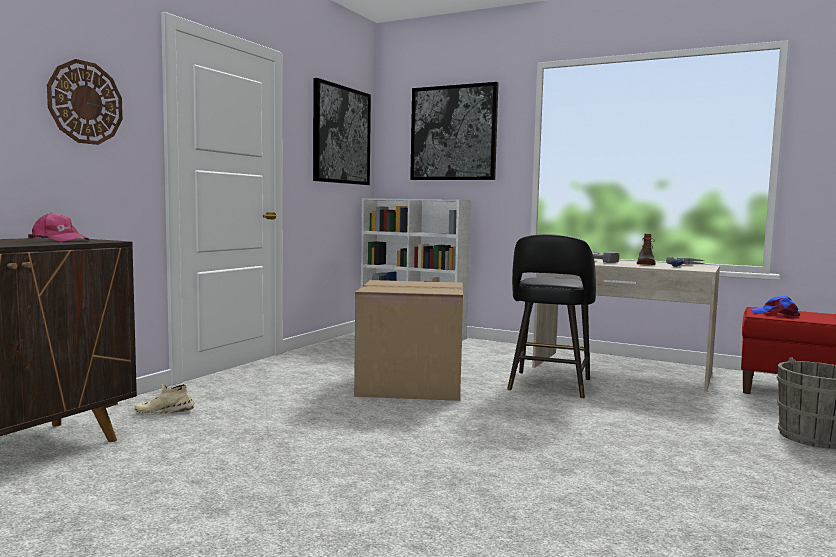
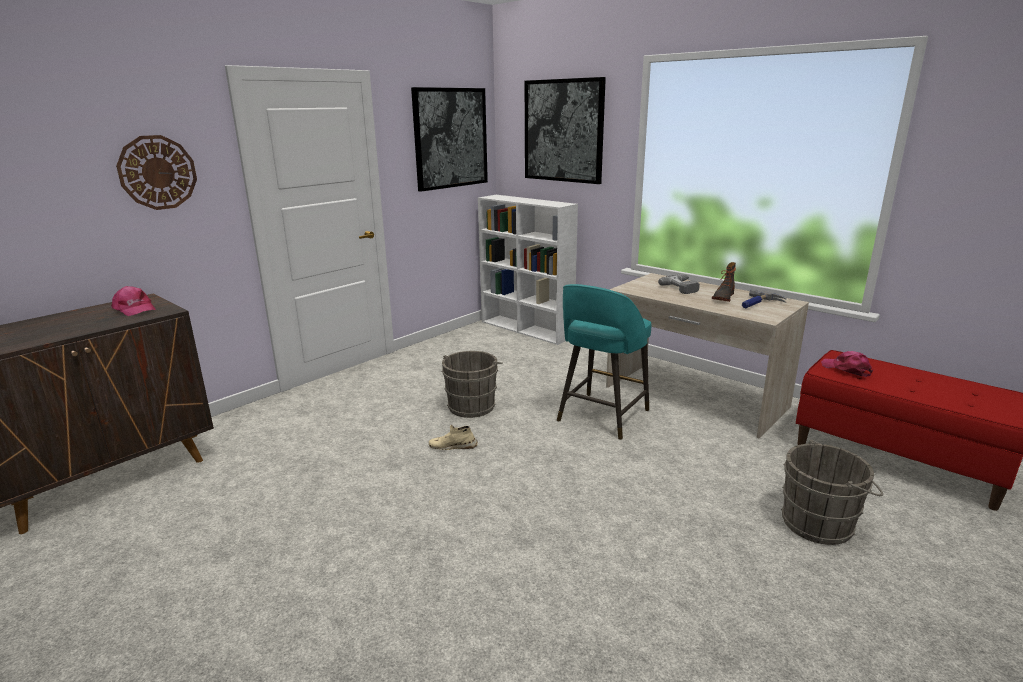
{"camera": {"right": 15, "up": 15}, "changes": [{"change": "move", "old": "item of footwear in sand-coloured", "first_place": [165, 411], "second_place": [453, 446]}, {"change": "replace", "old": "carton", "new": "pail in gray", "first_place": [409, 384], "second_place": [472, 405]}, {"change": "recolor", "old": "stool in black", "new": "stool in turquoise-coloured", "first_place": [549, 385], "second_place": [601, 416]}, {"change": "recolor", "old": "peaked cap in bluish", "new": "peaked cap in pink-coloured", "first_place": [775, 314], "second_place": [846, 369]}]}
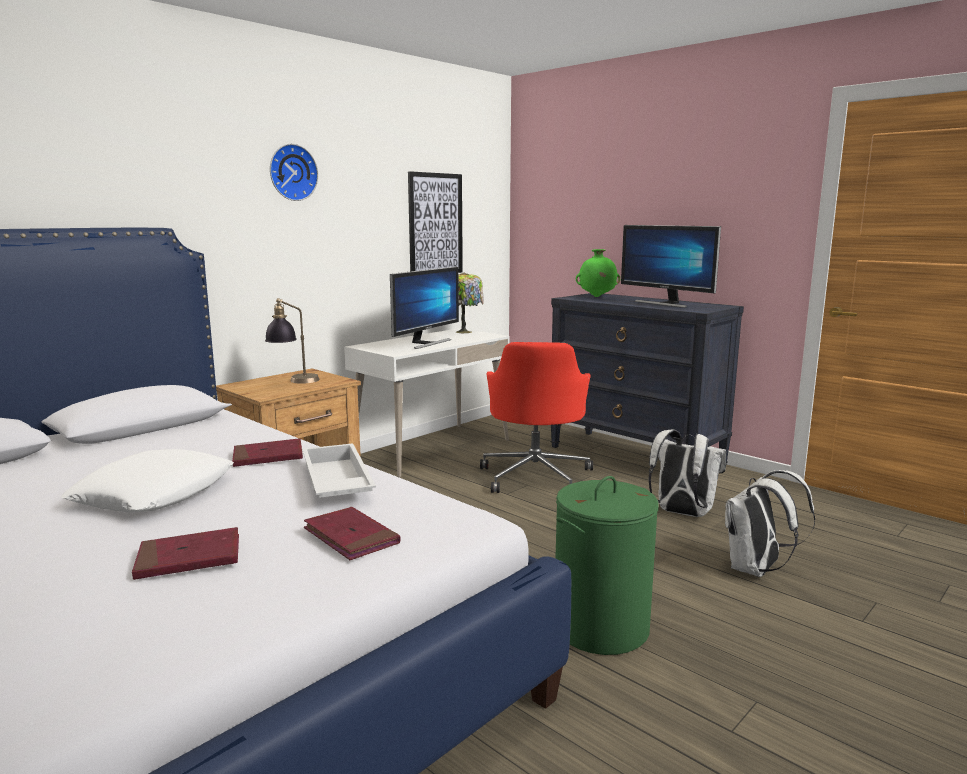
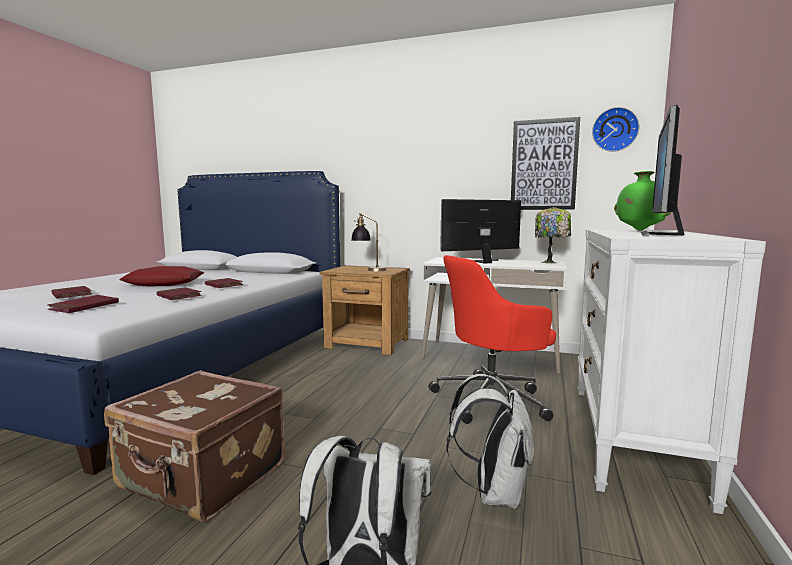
{"camera": {"right": 65, "up": -5}, "changes": [{"change": "move", "old": "wall clock", "first_place": [292, 172], "second_place": [614, 130]}, {"change": "replace", "old": "tray in white-coloured", "new": "bound book in reddish", "first_place": [335, 482], "second_place": [179, 296]}, {"change": "replace", "old": "hamper in greenish", "new": "travel case in brown-coloured", "first_place": [601, 627], "second_place": [202, 478]}, {"change": "recolor", "old": "cushion in white-coloured", "new": "cushion in reddish", "first_place": [155, 493], "second_place": [164, 283]}, {"change": "recolor", "old": "chest of drawers in black", "new": "chest of drawers in white-coloured", "first_place": [635, 457], "second_place": [633, 438]}, {"change": "rotate", "old": "monitor", "first_place": [425, 343], "second_place": [481, 262], "degrees": 150}]}
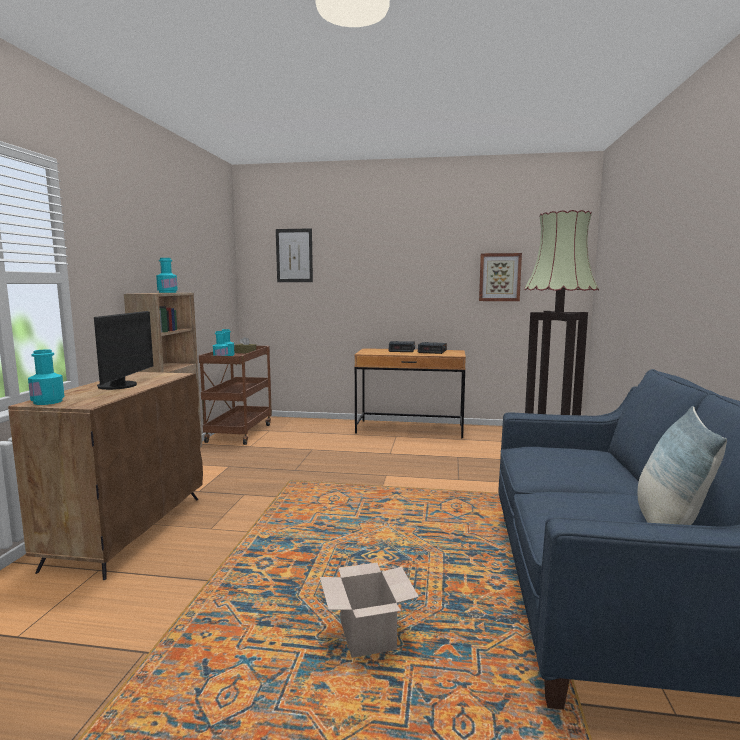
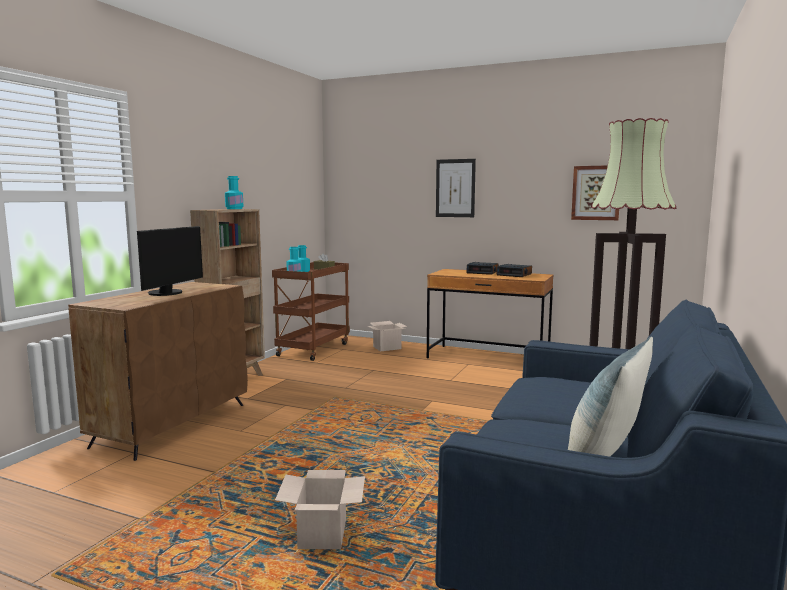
{"camera": {"right": 15, "up": 0}, "changes": [{"change": "delete", "old": "drink bottle in turquoise-coloured", "first_place": [48, 402]}, {"change": "insert", "new": "carton", "second_place": [386, 348]}, {"change": "move", "old": "picture", "first_place": [294, 255], "second_place": [455, 188]}]}
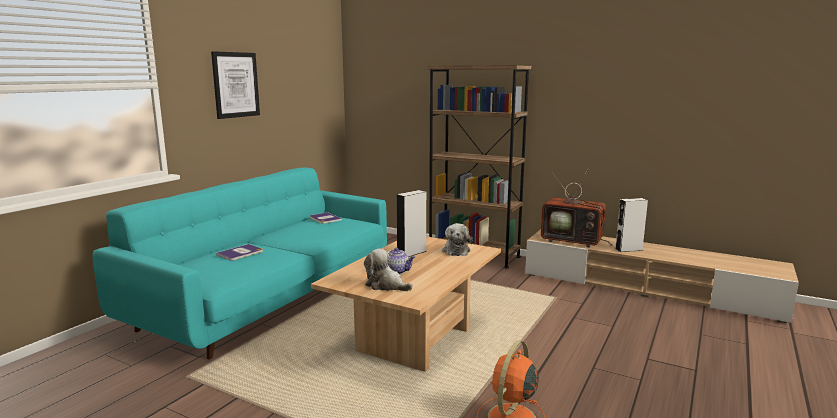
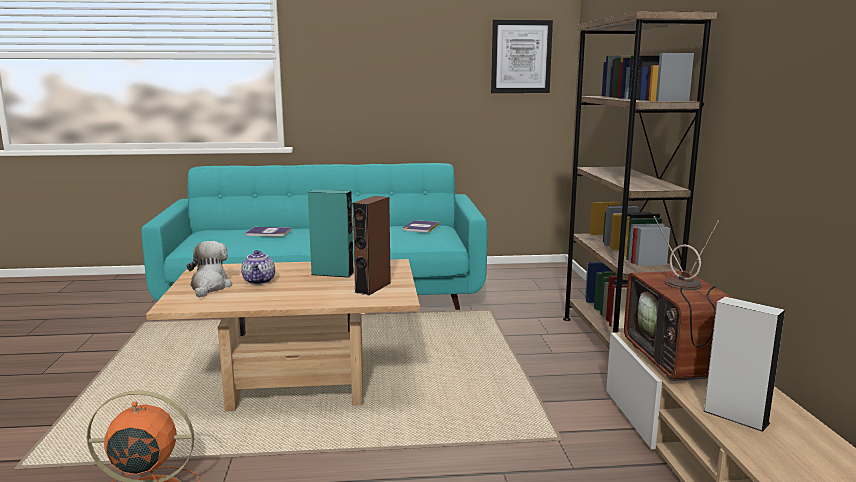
{"camera": {"right": 55, "up": 0}, "changes": [{"change": "move", "old": "picture", "first_place": [236, 85], "second_place": [521, 57]}, {"change": "replace", "old": "soft toy", "new": "audio speaker in brown-coloured", "first_place": [456, 250], "second_place": [373, 287]}, {"change": "recolor", "old": "audio speaker in gray", "new": "audio speaker in turquoise-coloured", "first_place": [411, 253], "second_place": [332, 273]}]}
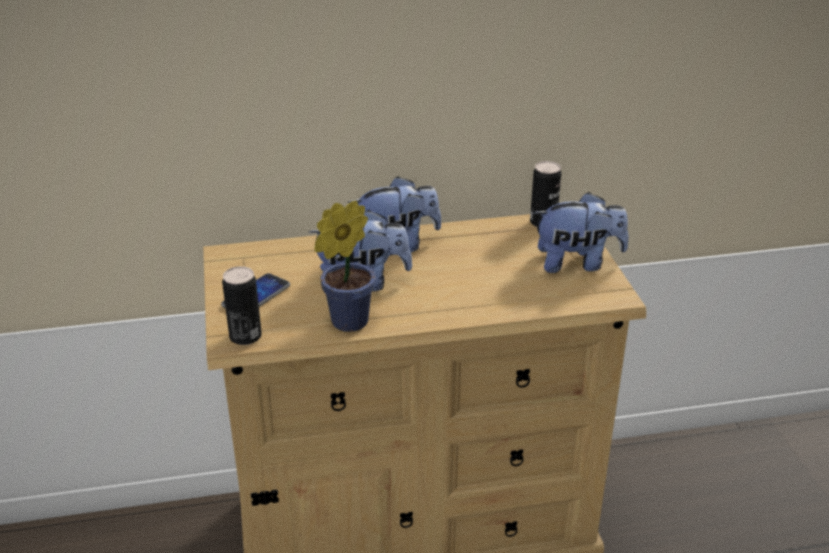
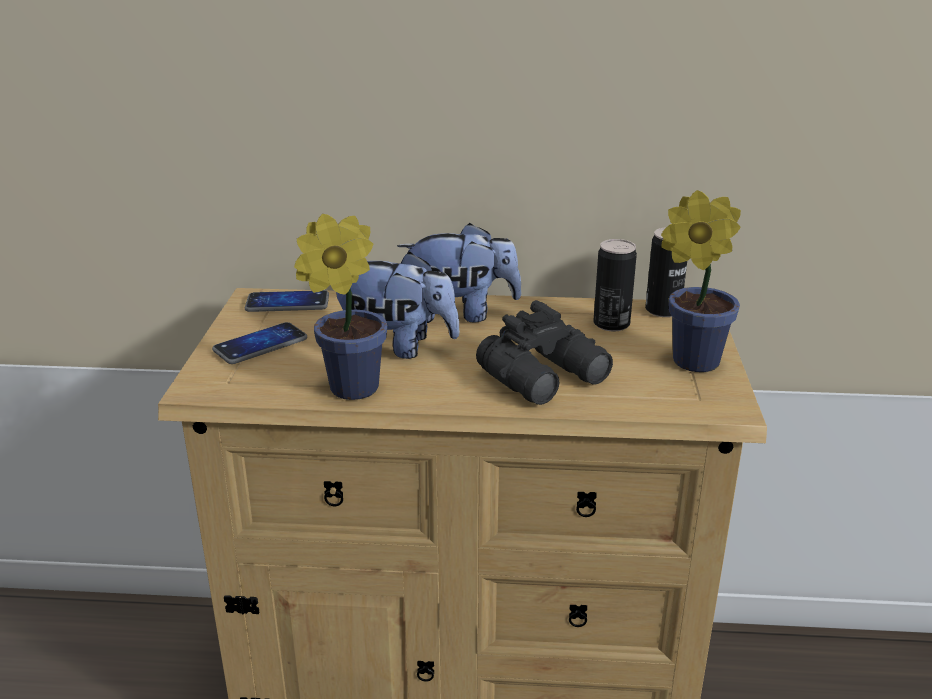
{"camera": {"right": 15, "up": -5}, "changes": [{"change": "insert", "new": "telephone", "second_place": [287, 303]}, {"change": "insert", "new": "binoculars in black", "second_place": [547, 377]}, {"change": "move", "old": "can", "first_place": [245, 336], "second_place": [611, 324]}, {"change": "replace", "old": "soft toy", "new": "houseplant", "first_place": [577, 263], "second_place": [689, 361]}]}
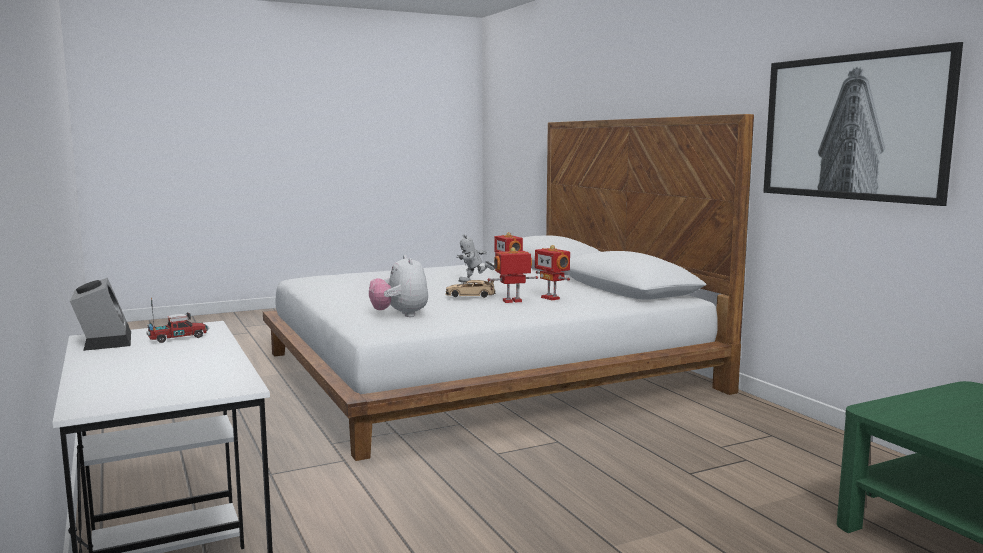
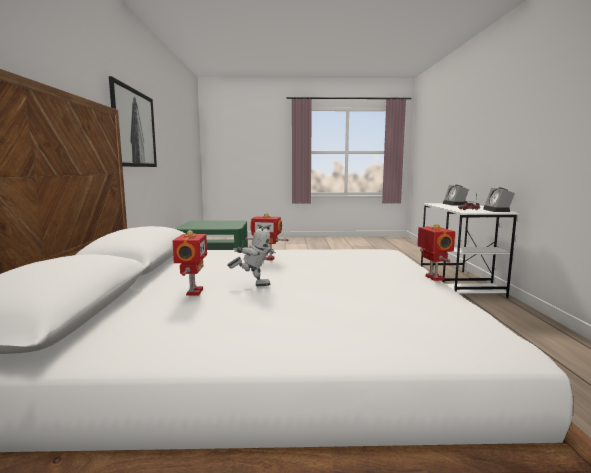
{"camera": {"right": -155, "up": 0}, "changes": [{"change": "delete", "old": "soft toy", "first_place": [400, 315]}, {"change": "delete", "old": "model car in sand-coloured", "first_place": [470, 295]}, {"change": "insert", "new": "table clock", "second_place": [455, 204]}, {"change": "move", "old": "robot figure", "first_place": [551, 298], "second_place": [433, 278]}]}
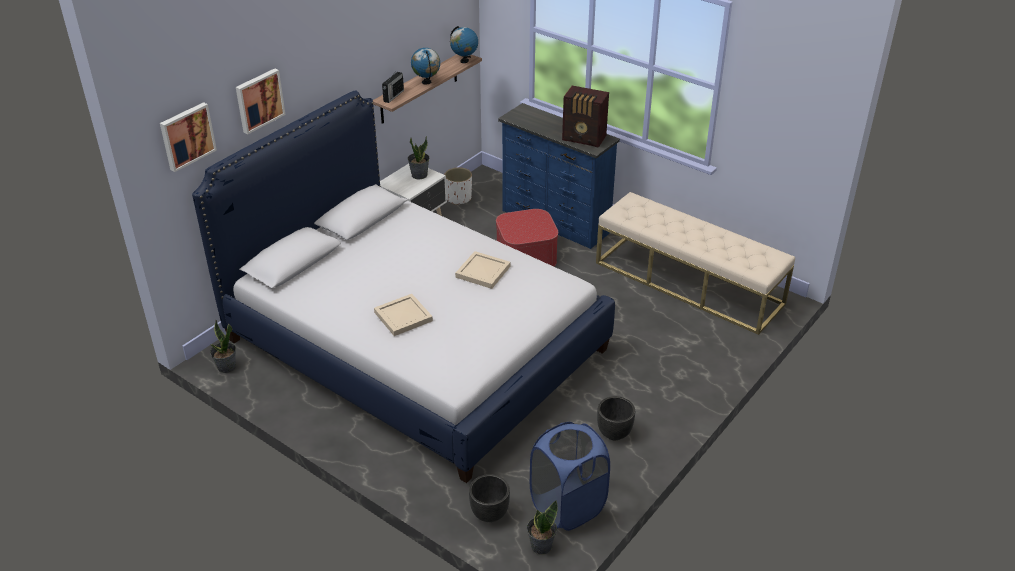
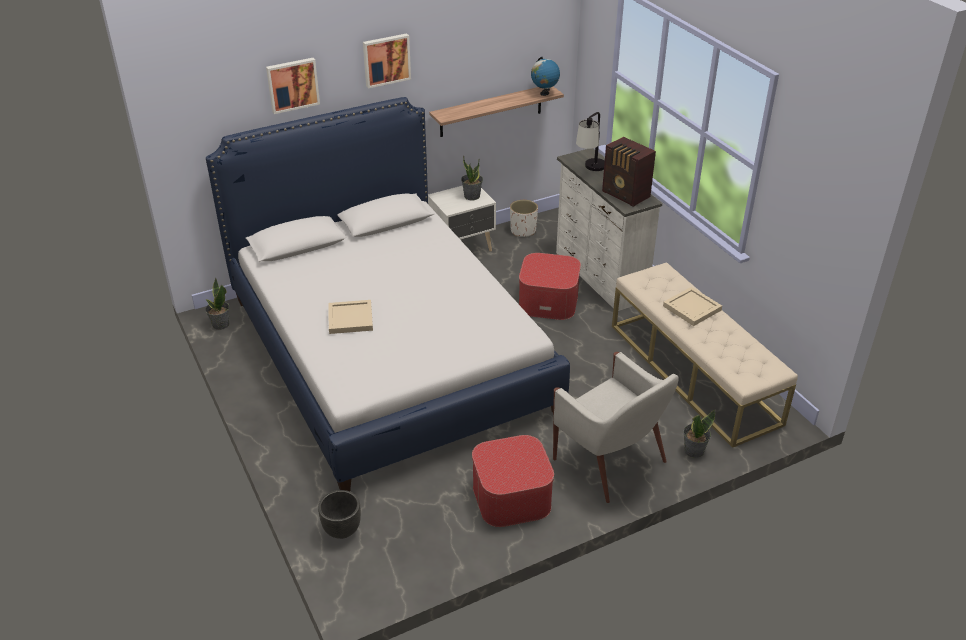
{"camera": {"right": 25, "up": 0}, "changes": [{"change": "delete", "old": "radio receiver", "first_place": [393, 96]}, {"change": "delete", "old": "world globe", "first_place": [426, 82]}, {"change": "delete", "old": "hamper in bluish", "first_place": [567, 506]}, {"change": "insert", "new": "easy chair in white-coloured", "second_place": [611, 462]}, {"change": "insert", "new": "lamp for a table", "second_place": [590, 170]}, {"change": "move", "old": "picture", "first_place": [186, 136], "second_place": [386, 60]}, {"change": "move", "old": "tray in sand-coloured", "first_place": [483, 272], "second_place": [692, 309]}, {"change": "move", "old": "houseplant", "first_place": [541, 545], "second_place": [693, 450]}, {"change": "replace", "old": "flower pot in black", "new": "pouffe", "first_place": [614, 434], "second_place": [511, 497]}, {"change": "recolor", "old": "chest of drawers in bluish", "new": "chest of drawers in white-coloured", "first_place": [555, 222], "second_place": [599, 277]}]}
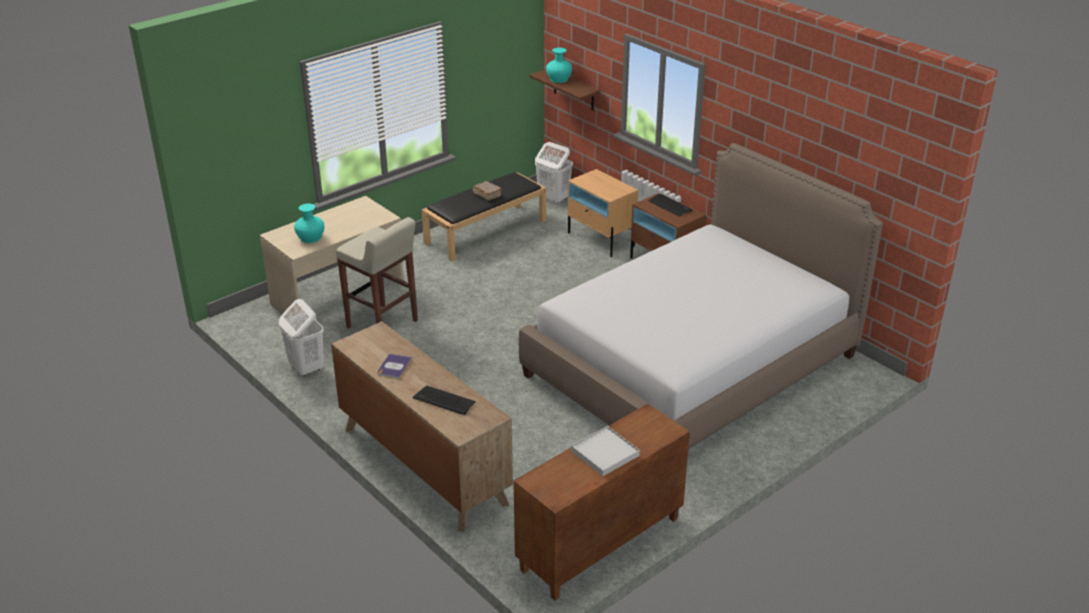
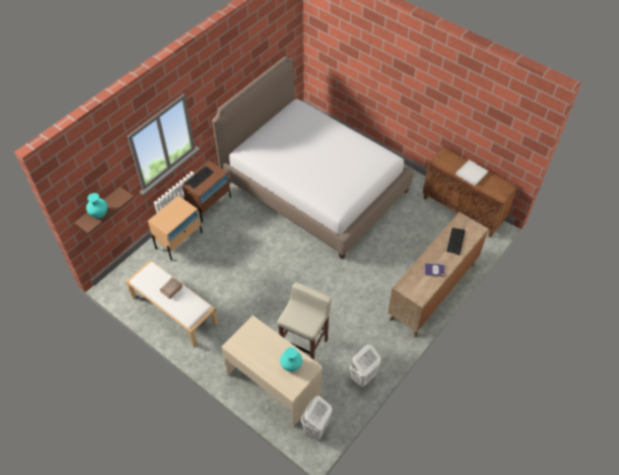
{"camera": {"right": -100, "up": 20}, "changes": [{"change": "move", "old": "hamper in white-coloured", "first_place": [553, 199], "second_place": [316, 429]}, {"change": "recolor", "old": "long seat in black", "new": "long seat in white-coloured", "first_place": [486, 231], "second_place": [173, 309]}]}
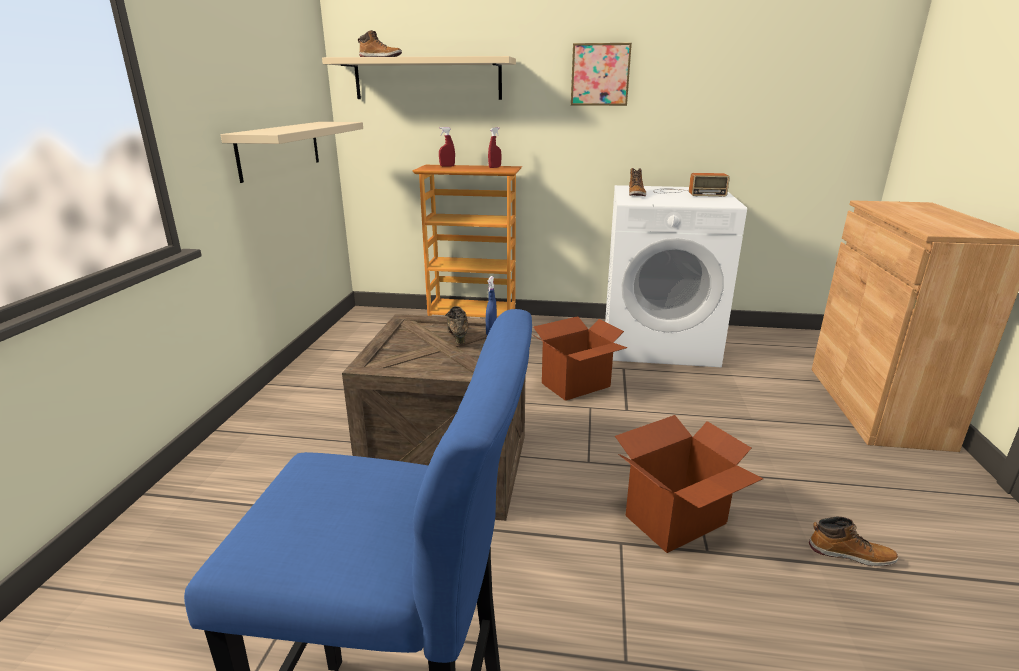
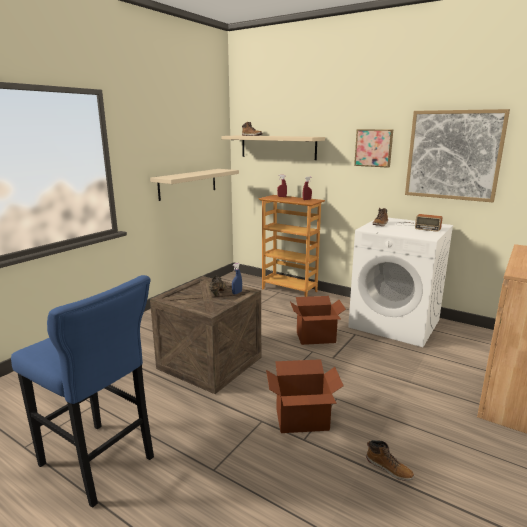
{"camera": {"right": 25, "up": -5}, "changes": [{"change": "insert", "new": "picture", "second_place": [453, 155]}]}
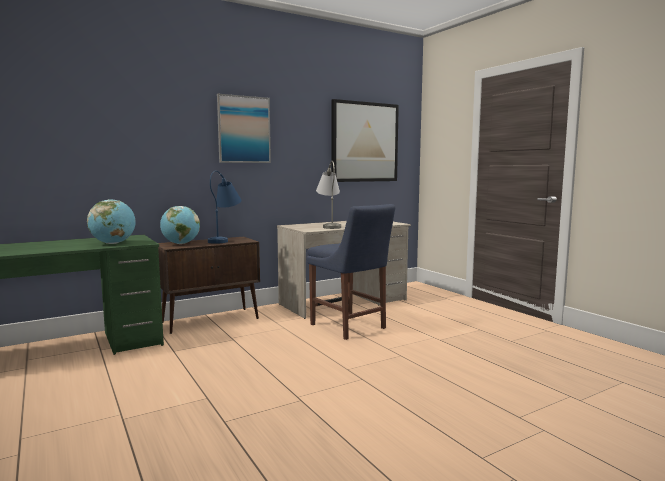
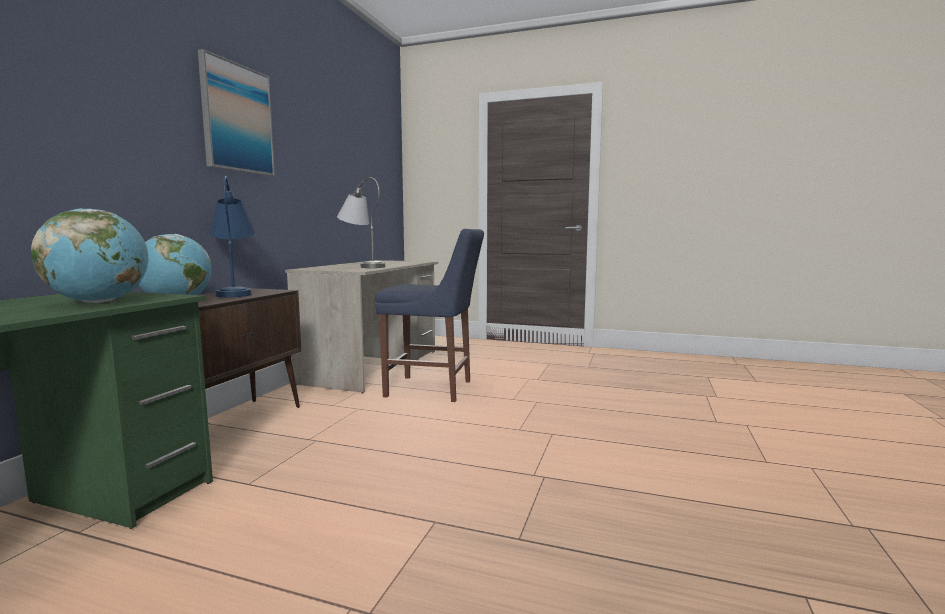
{"camera": {"right": -40, "up": 0}, "changes": [{"change": "delete", "old": "picture", "first_place": [364, 142]}]}
